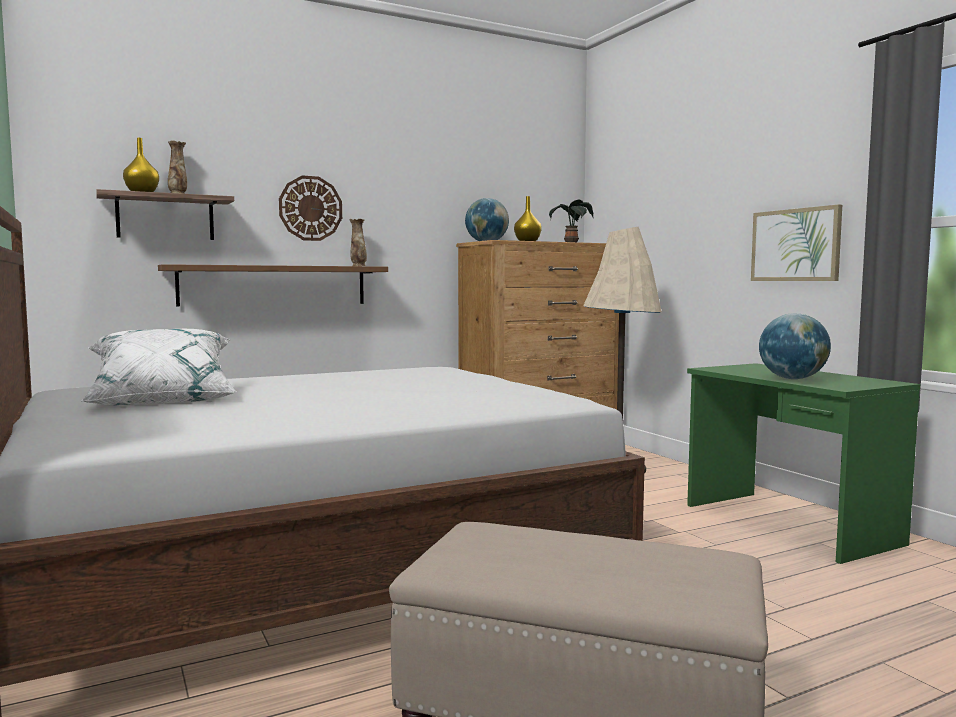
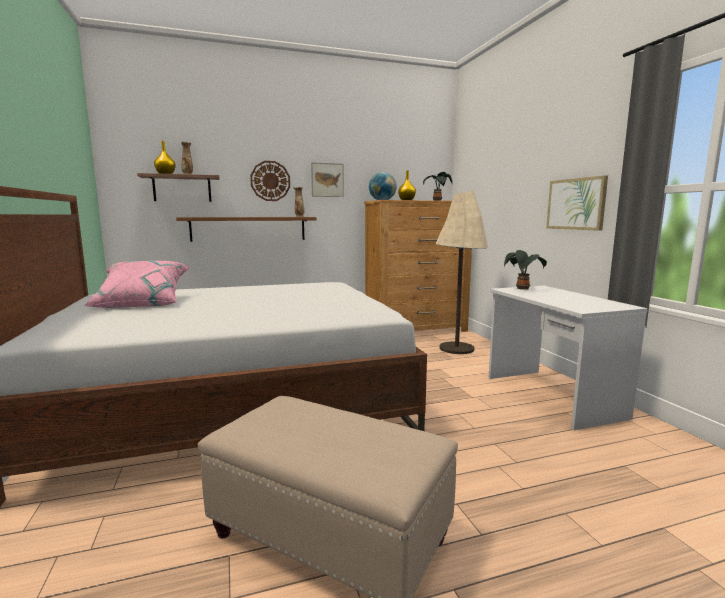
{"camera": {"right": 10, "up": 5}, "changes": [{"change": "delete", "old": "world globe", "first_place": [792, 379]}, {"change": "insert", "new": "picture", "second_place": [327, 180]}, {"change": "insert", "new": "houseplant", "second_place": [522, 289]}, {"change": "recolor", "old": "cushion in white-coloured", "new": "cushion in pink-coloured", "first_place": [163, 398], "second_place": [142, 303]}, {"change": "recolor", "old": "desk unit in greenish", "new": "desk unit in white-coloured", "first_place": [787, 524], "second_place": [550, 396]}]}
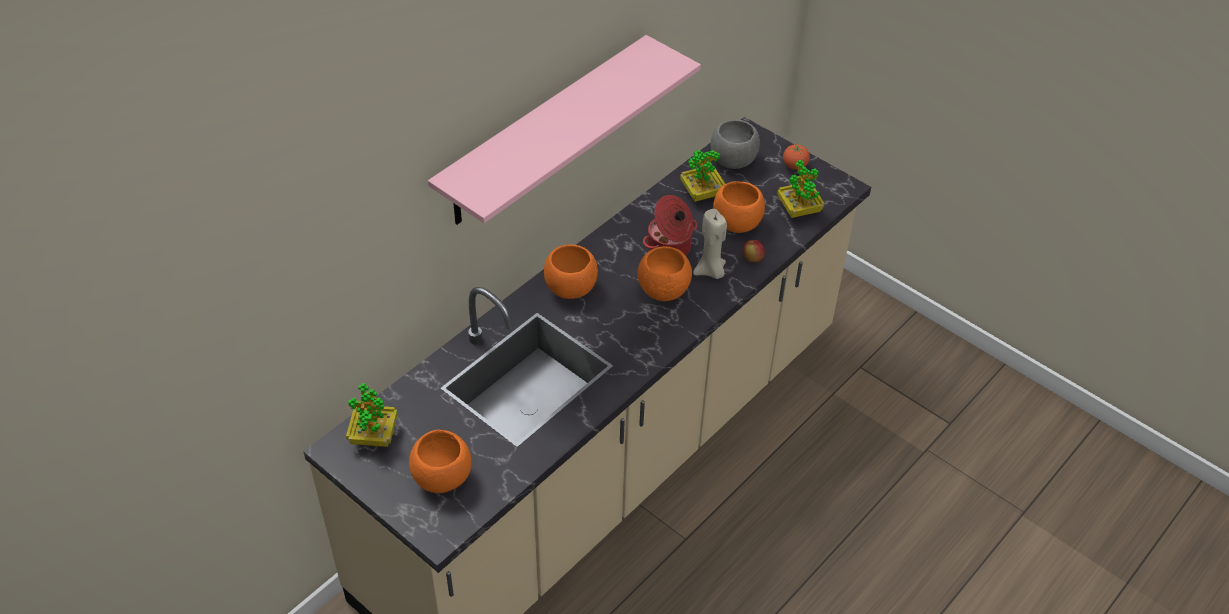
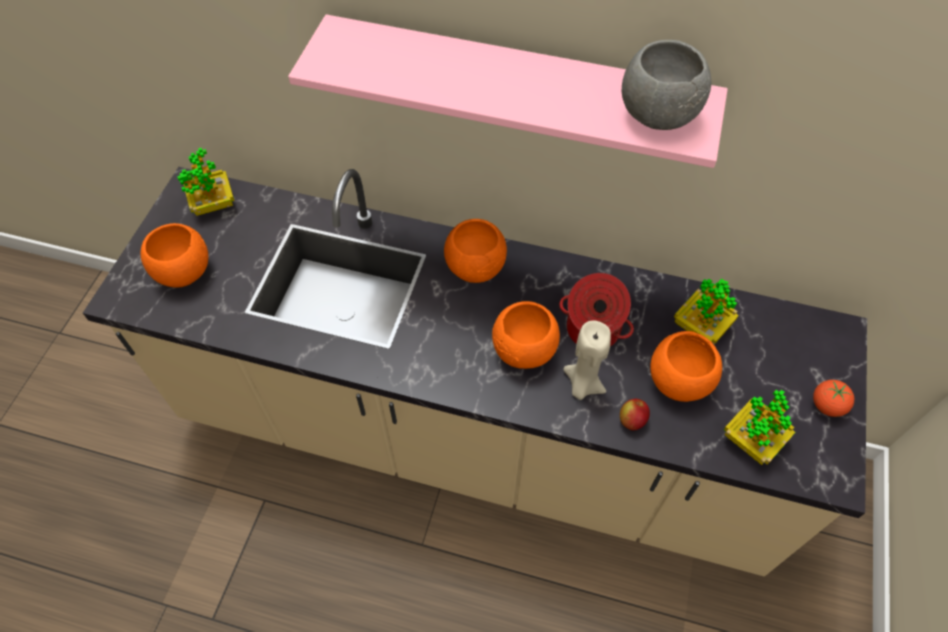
{"camera": {"right": 65, "up": 10}, "changes": [{"change": "move", "old": "serving bowl in gray", "first_place": [732, 160], "second_place": [658, 114]}]}
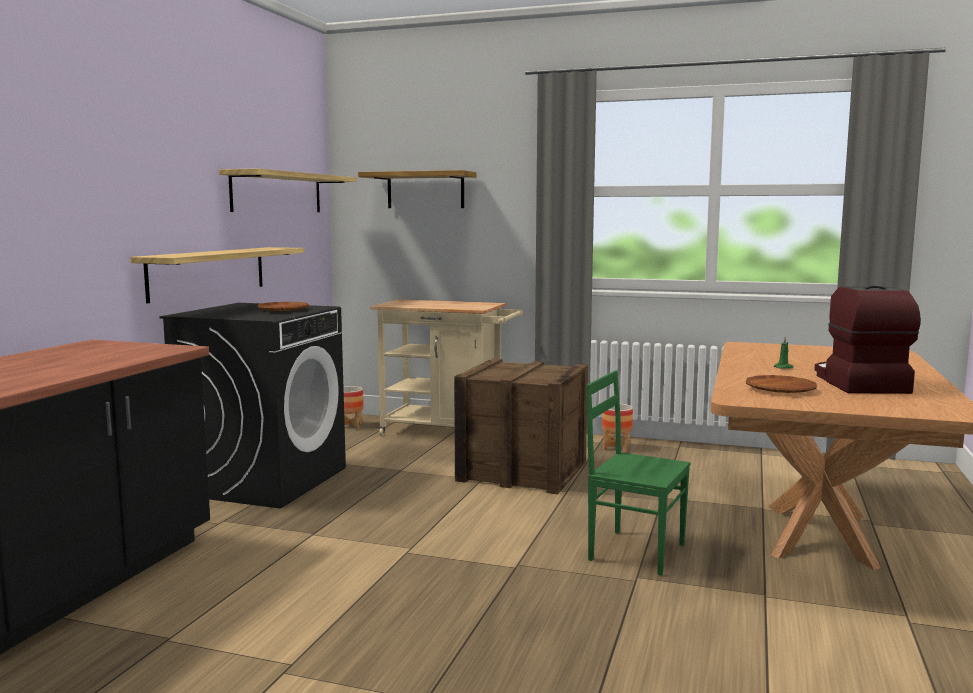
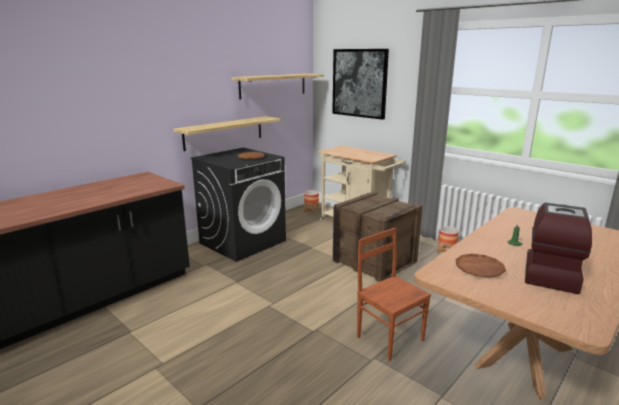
{"camera": {"right": 25, "up": 10}, "changes": [{"change": "replace", "old": "wall shelf", "new": "picture", "first_place": [425, 190], "second_place": [359, 83]}, {"change": "recolor", "old": "upright chair in greenish", "new": "upright chair in brown-coloured", "first_place": [636, 551], "second_place": [390, 337]}]}
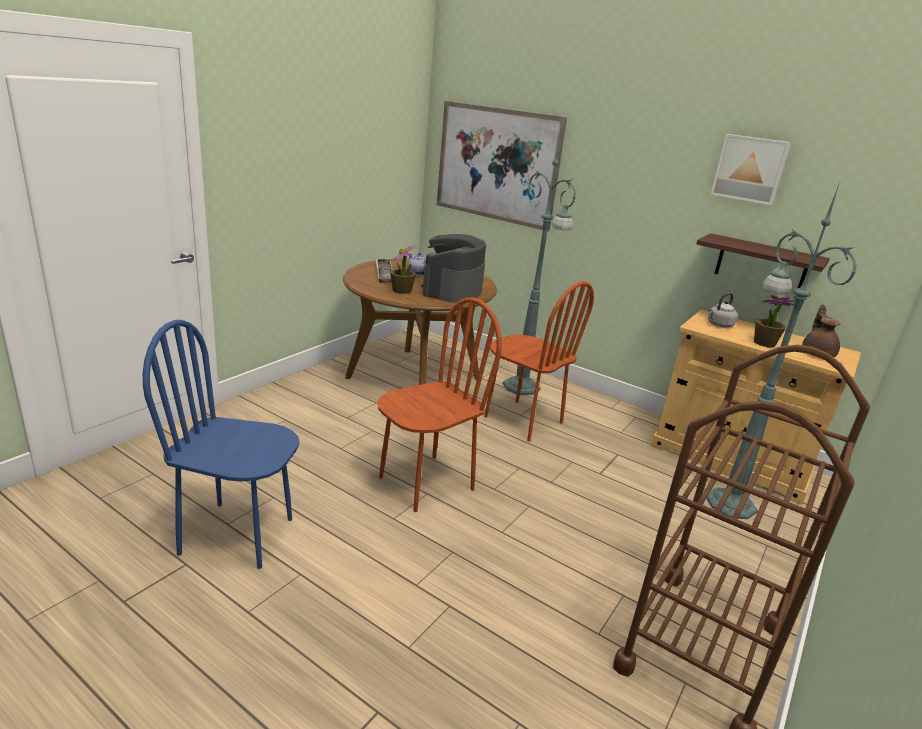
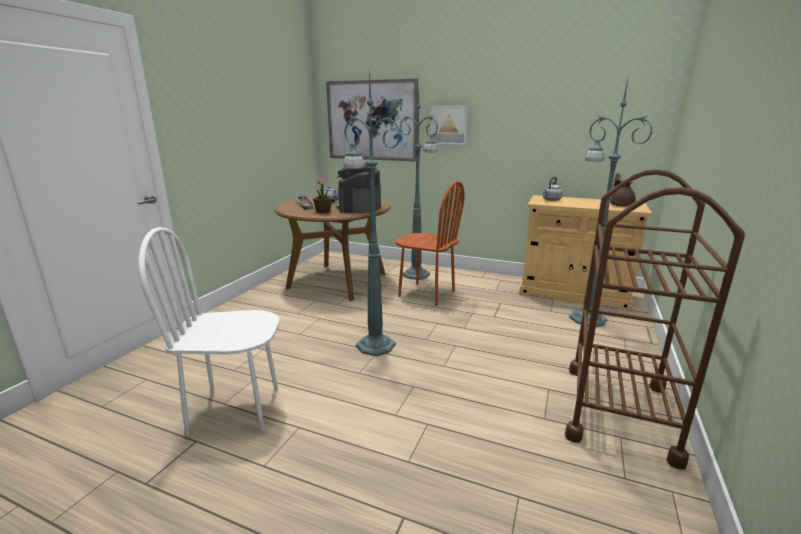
{"camera": {"right": -10, "up": -5}, "changes": [{"change": "delete", "old": "wall shelf", "first_place": [761, 264]}, {"change": "delete", "old": "houseplant", "first_place": [764, 343]}, {"change": "move", "old": "picture", "first_place": [750, 169], "second_place": [449, 125]}, {"change": "replace", "old": "upright chair in brown-coloured", "new": "floor lamp in greenish", "first_place": [426, 483], "second_place": [374, 345]}, {"change": "recolor", "old": "upright chair in bluish", "new": "upright chair in white-coloured", "first_place": [237, 535], "second_place": [235, 409]}]}
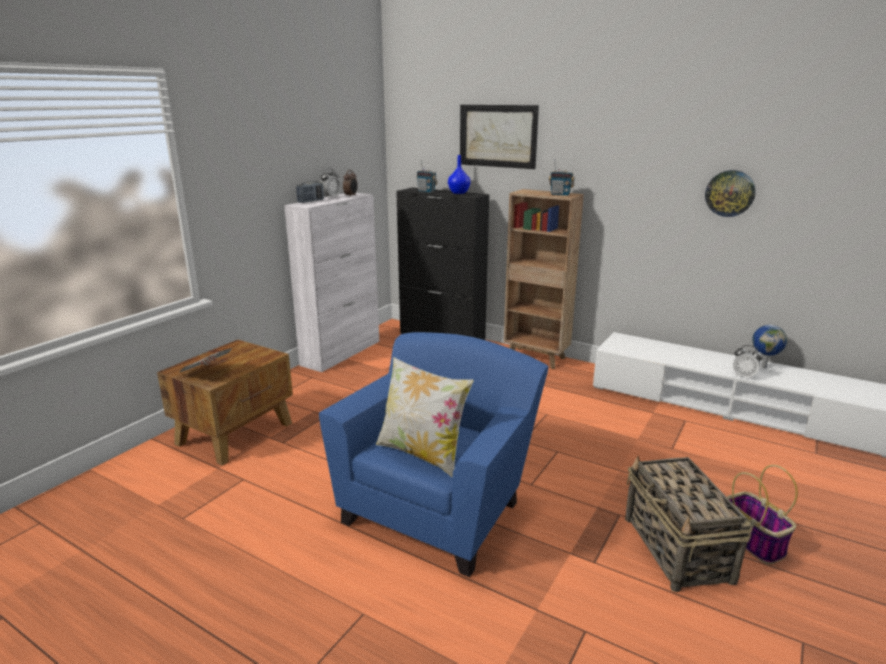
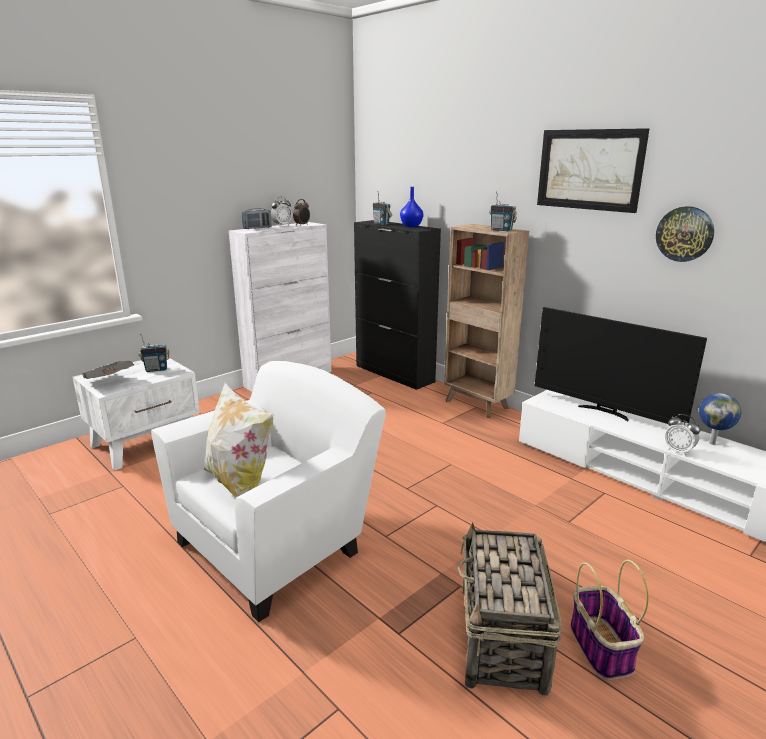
{"camera": {"right": 15, "up": 0}, "changes": [{"change": "insert", "new": "radio receiver", "second_place": [156, 369]}, {"change": "insert", "new": "television", "second_place": [605, 412]}, {"change": "move", "old": "picture", "first_place": [498, 136], "second_place": [589, 169]}, {"change": "recolor", "old": "end table in brown-coloured", "new": "end table in white-coloured", "first_place": [236, 433], "second_place": [147, 442]}, {"change": "recolor", "old": "easy chair in bluish", "new": "easy chair in white-coloured", "first_place": [438, 508], "second_place": [277, 544]}]}
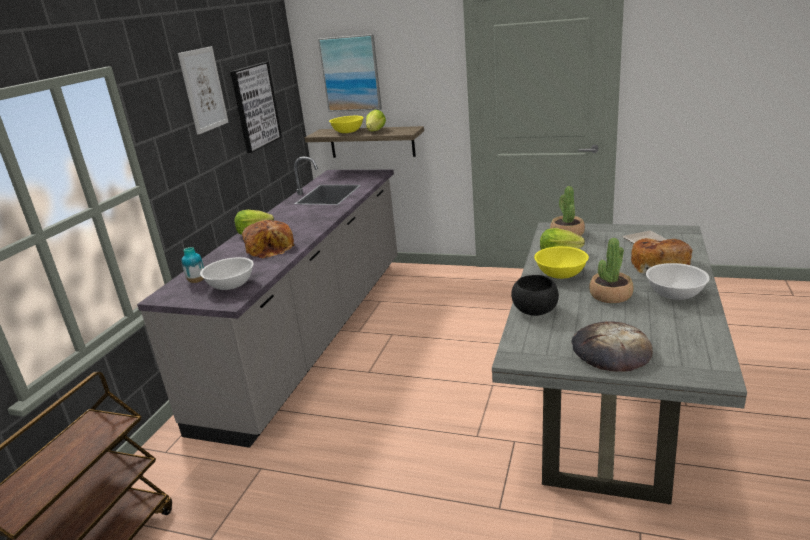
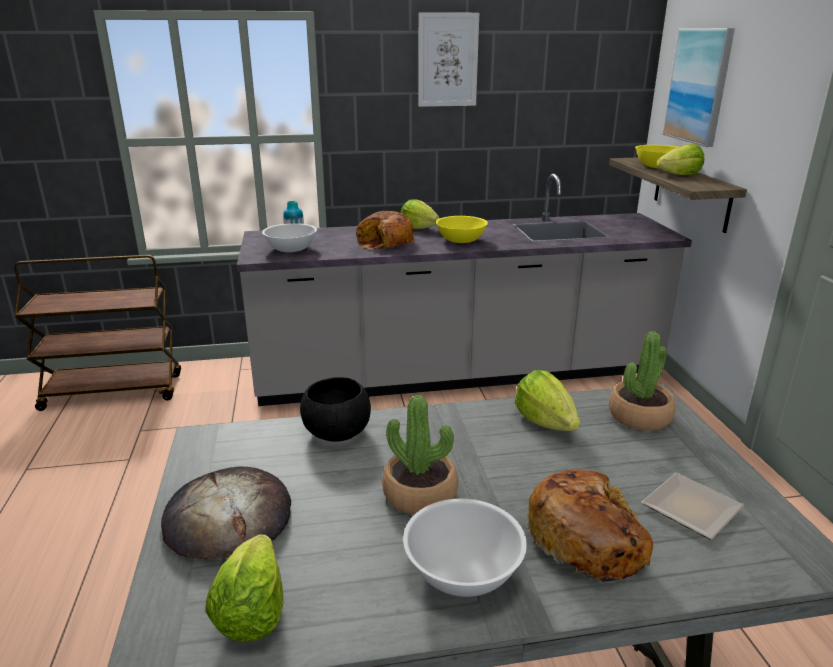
{"camera": {"right": 60, "up": 0}, "changes": [{"change": "delete", "old": "picture", "first_place": [255, 106]}, {"change": "insert", "new": "lettuce", "second_place": [252, 611]}, {"change": "move", "old": "serving bowl in yellowish", "first_place": [560, 274], "second_place": [461, 240]}]}
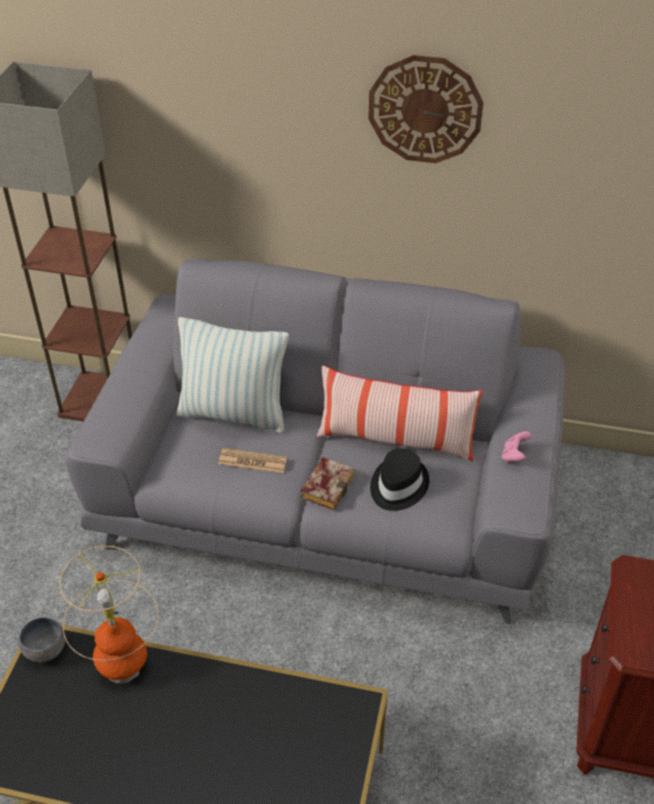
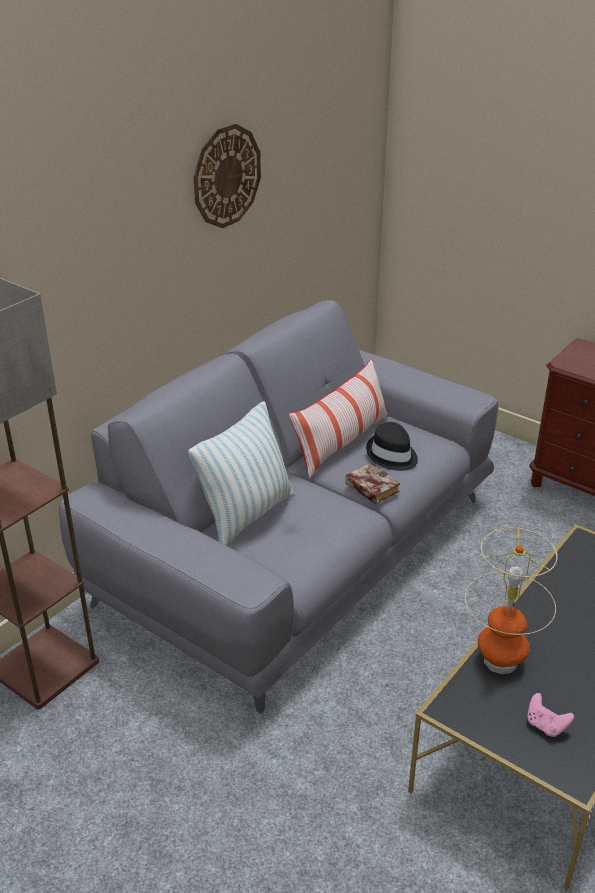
{"camera": {"right": -65, "up": -10}, "changes": [{"change": "delete", "old": "serving bowl in gray", "first_place": [47, 649]}, {"change": "delete", "old": "printed paper", "first_place": [252, 461]}, {"change": "move", "old": "joypad in pink-coloured", "first_place": [514, 456], "second_place": [545, 726]}]}
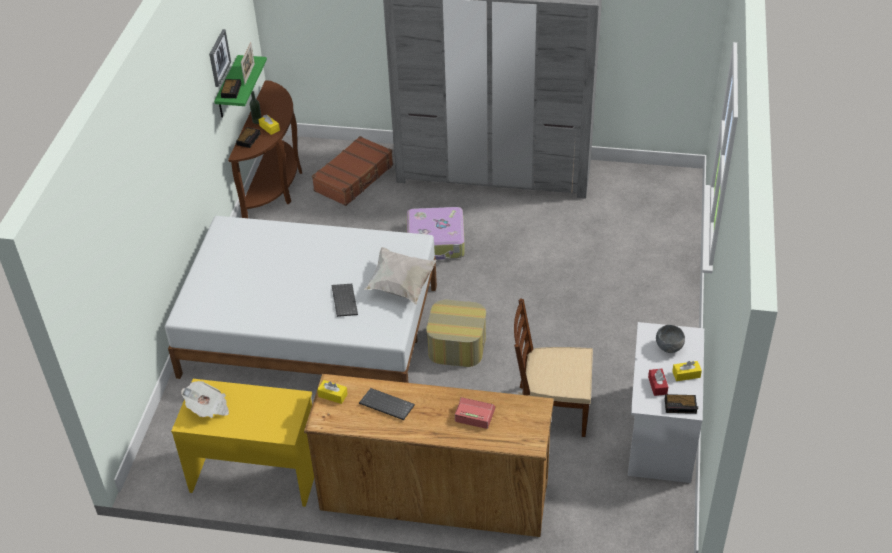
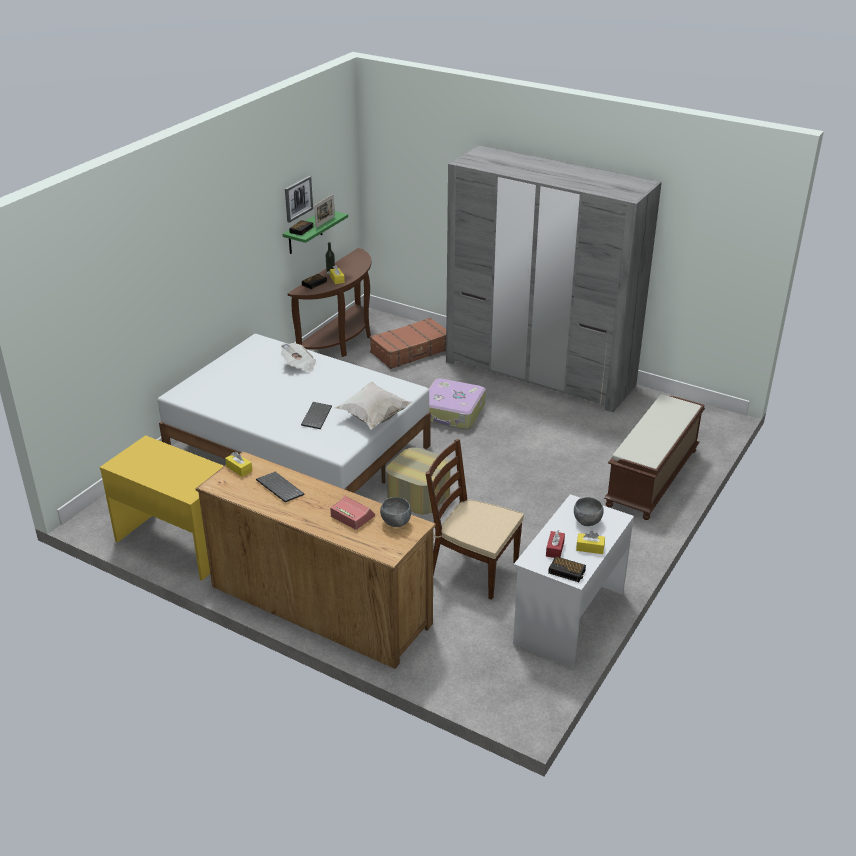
{"camera": {"right": 20, "up": -10}, "changes": [{"change": "insert", "new": "serving bowl in gray", "second_place": [395, 523]}, {"change": "insert", "new": "long seat in brown-coloured", "second_place": [652, 478]}, {"change": "move", "old": "printed paper", "first_place": [208, 408], "second_place": [299, 365]}]}
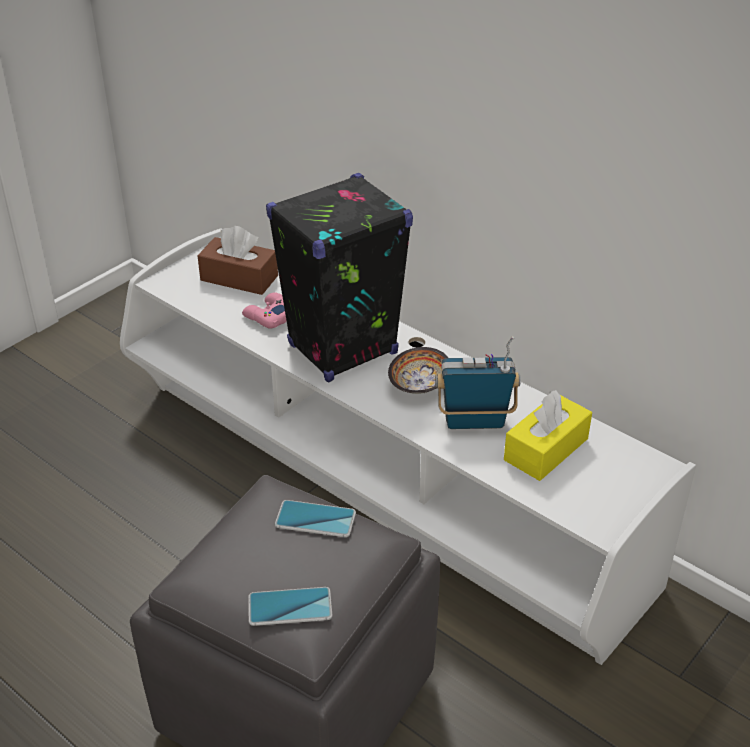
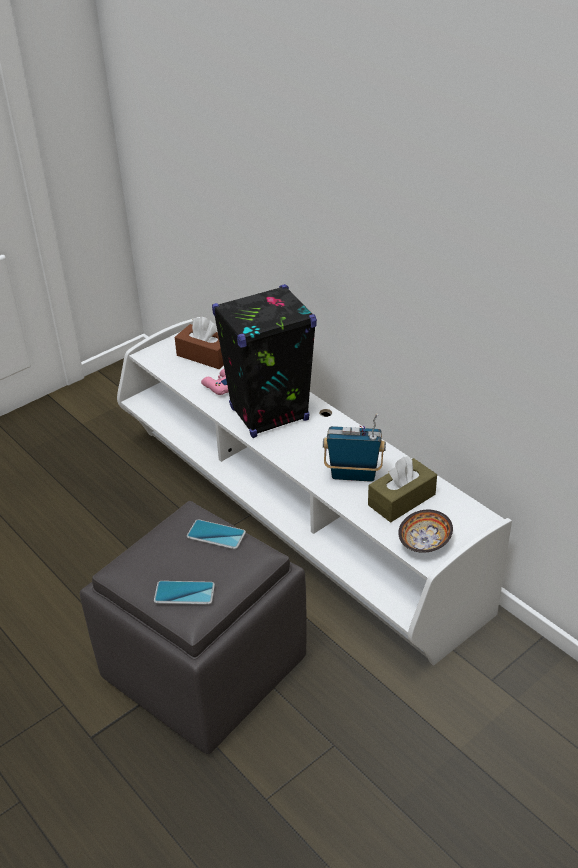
{"camera": {"right": 10, "up": 0}, "changes": [{"change": "move", "old": "serving bowl", "first_place": [417, 385], "second_place": [423, 543]}, {"change": "recolor", "old": "tissue box in yellowish", "new": "tissue box in brown-coloured", "first_place": [546, 449], "second_place": [401, 500]}]}
